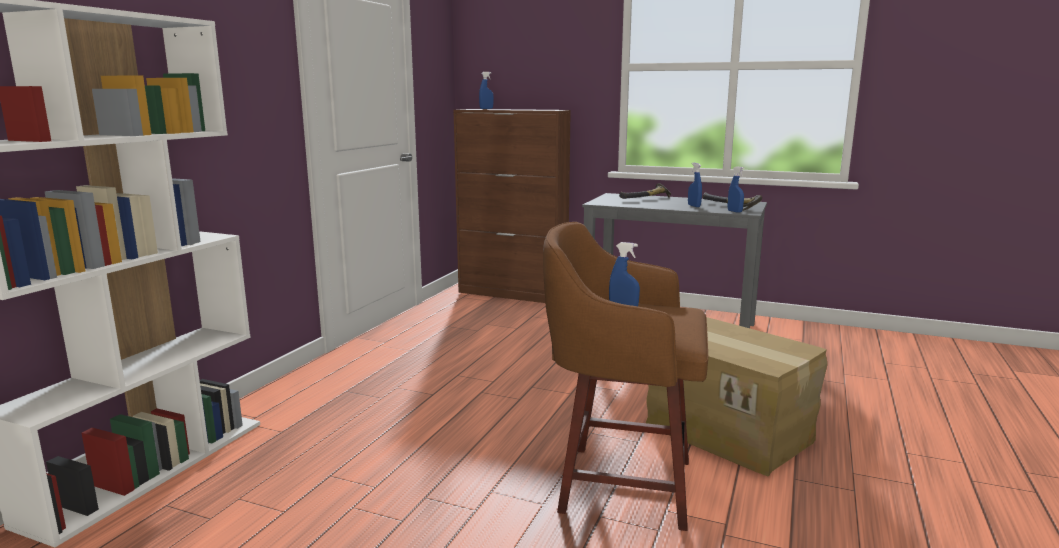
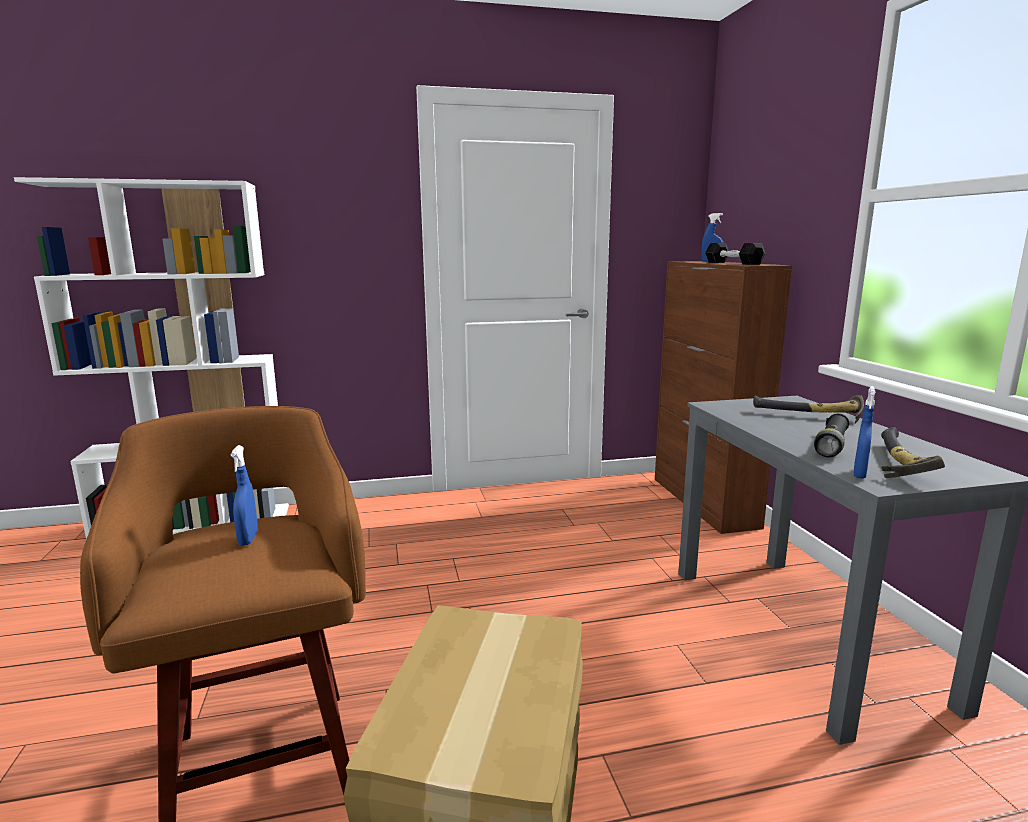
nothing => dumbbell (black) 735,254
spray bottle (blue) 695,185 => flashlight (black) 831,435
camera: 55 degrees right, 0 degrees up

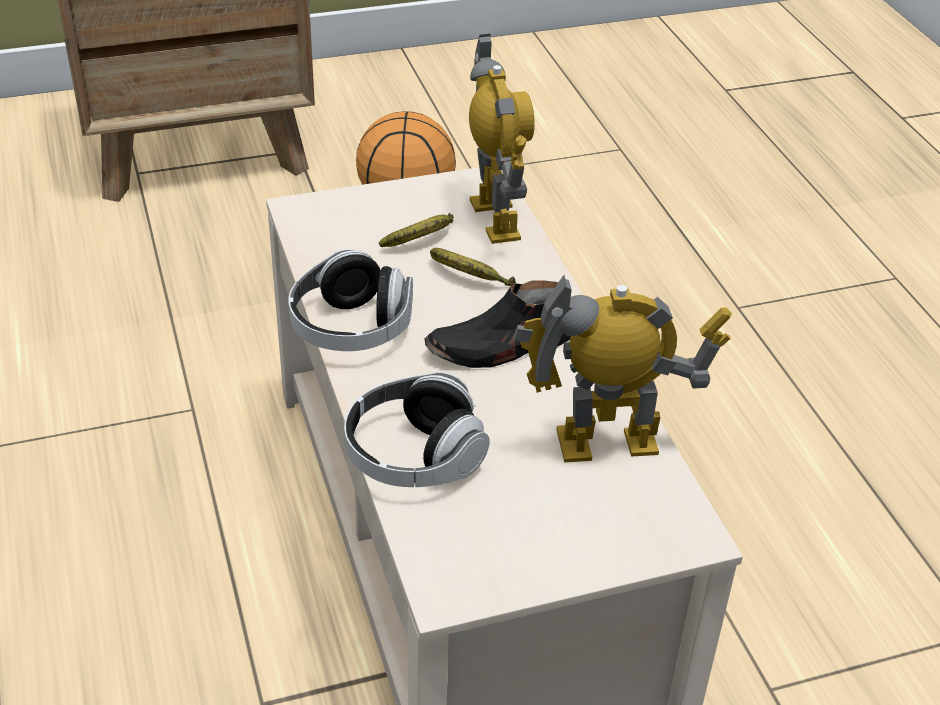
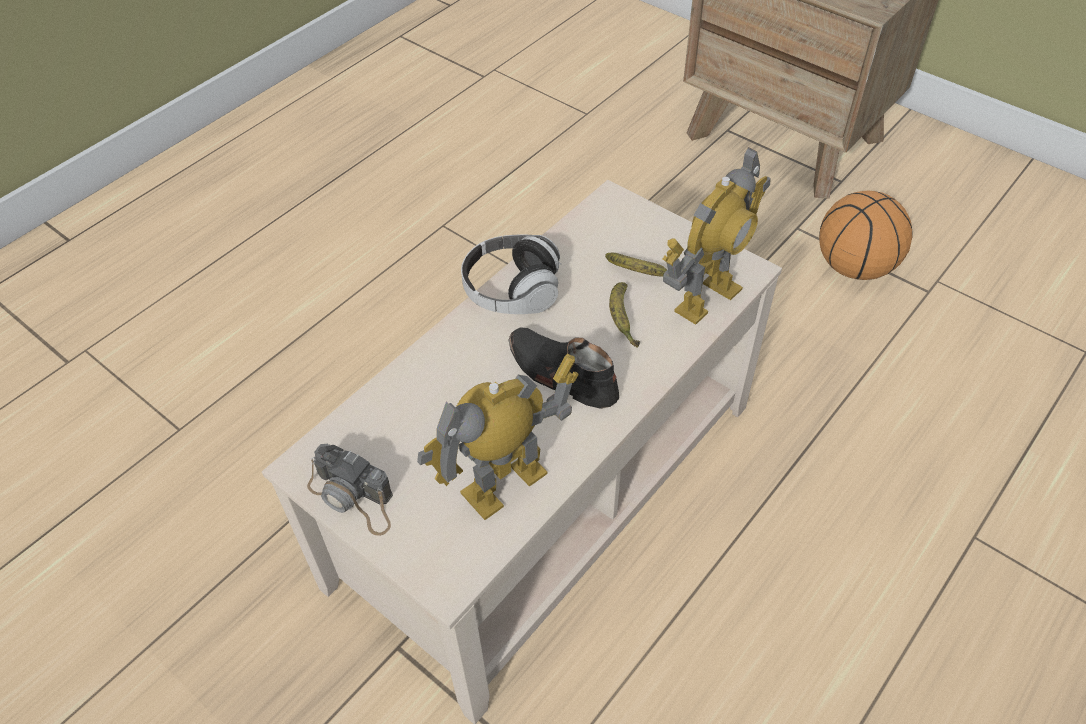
headphones 417,429 => nothing
nothing => photo camera 350,490
toy robot 622,369 => toy robot 498,437, 90 degrees counterclockwise
camera: 60 degrees right, 10 degrees up

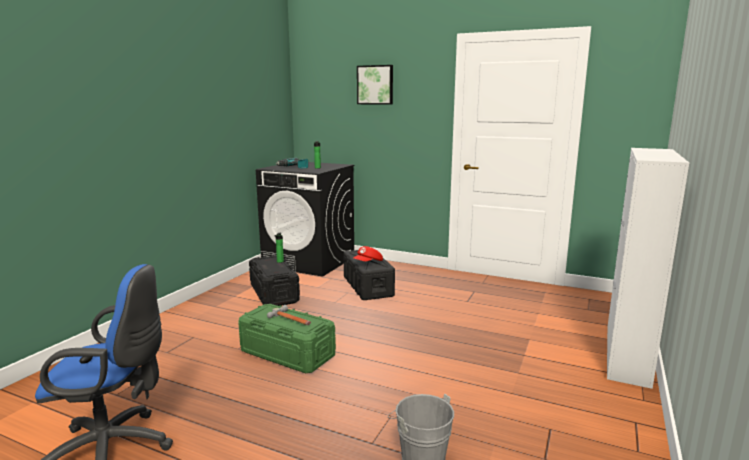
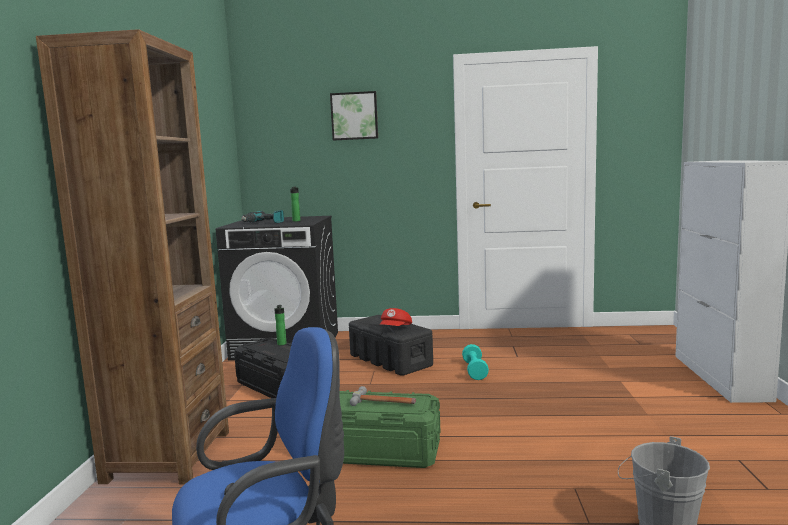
nothing => bookcase (brown) 132,257
nothing => dumbbell (turquoise) 475,362
camera: 20 degrees left, 5 degrees down

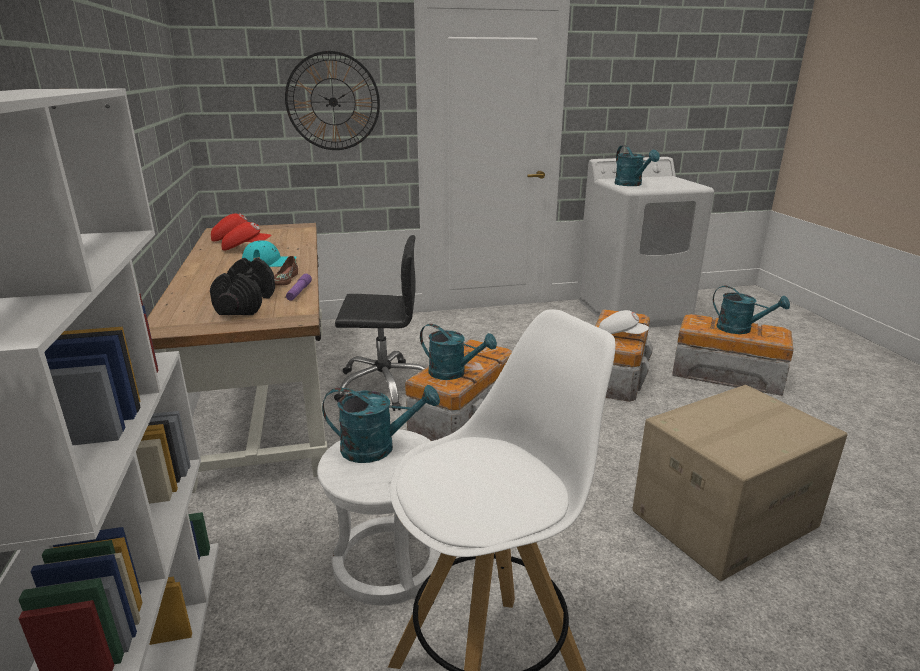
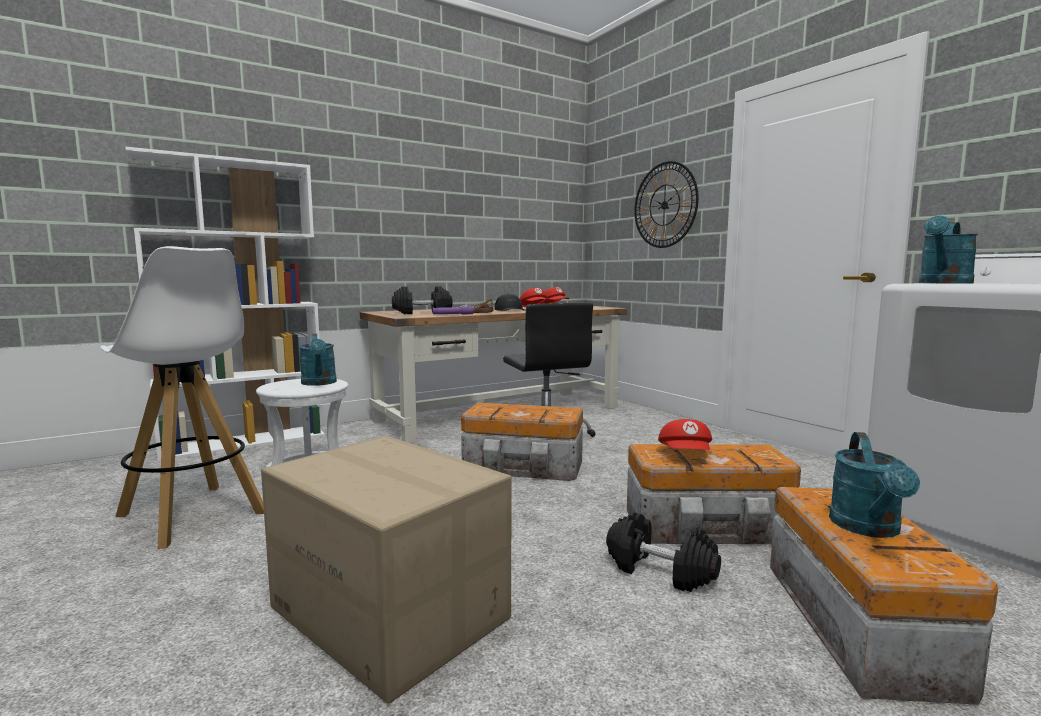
watering can (turquoise) 458,352 => nothing
nothing => dumbbell (black) 663,552
cap (turquoise) 269,254 => cap (black) 510,302
cap (white) 624,322 => cap (red) 685,434
camera: 70 degrees right, 15 degrees down

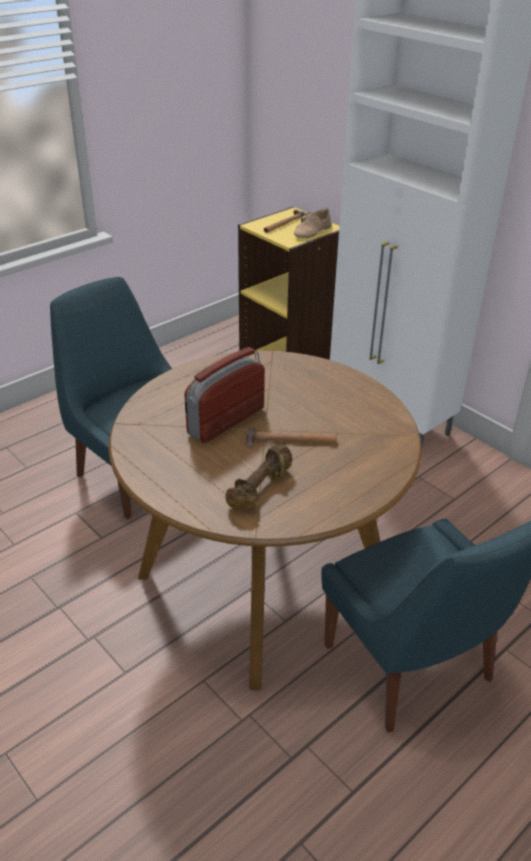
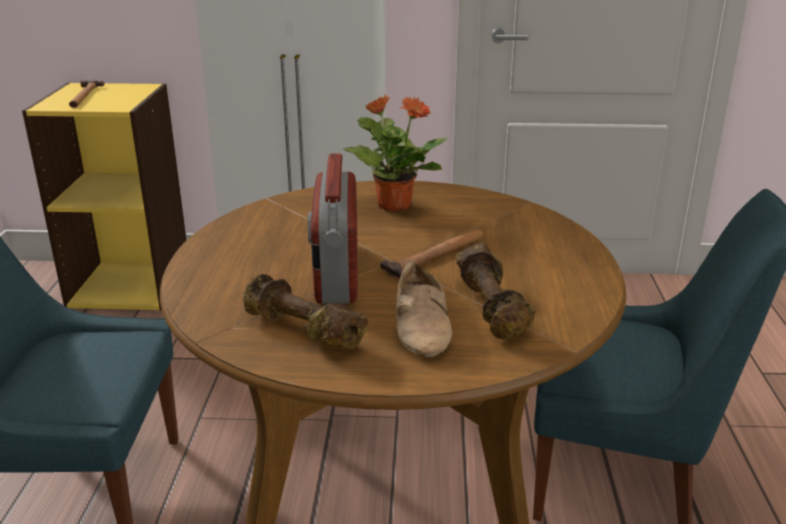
nothing => dumbbell (brown) 305,312
nothing => potted plant 396,153
shoe (beige) 313,223 => shoe (beige) 424,308, move
camera: 45 degrees left, 10 degrees down

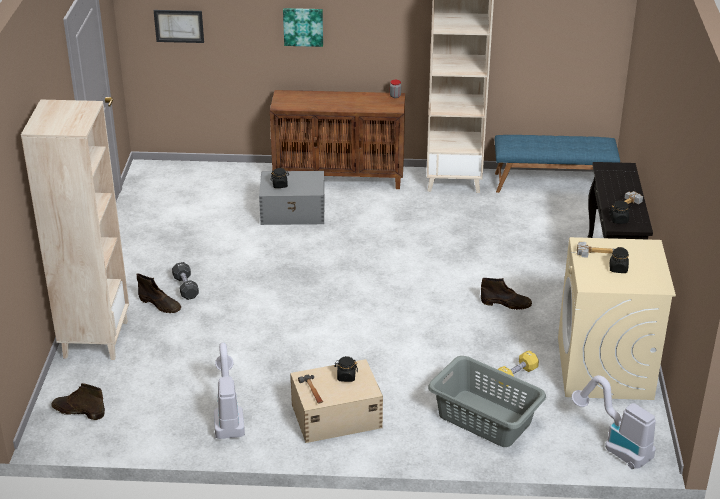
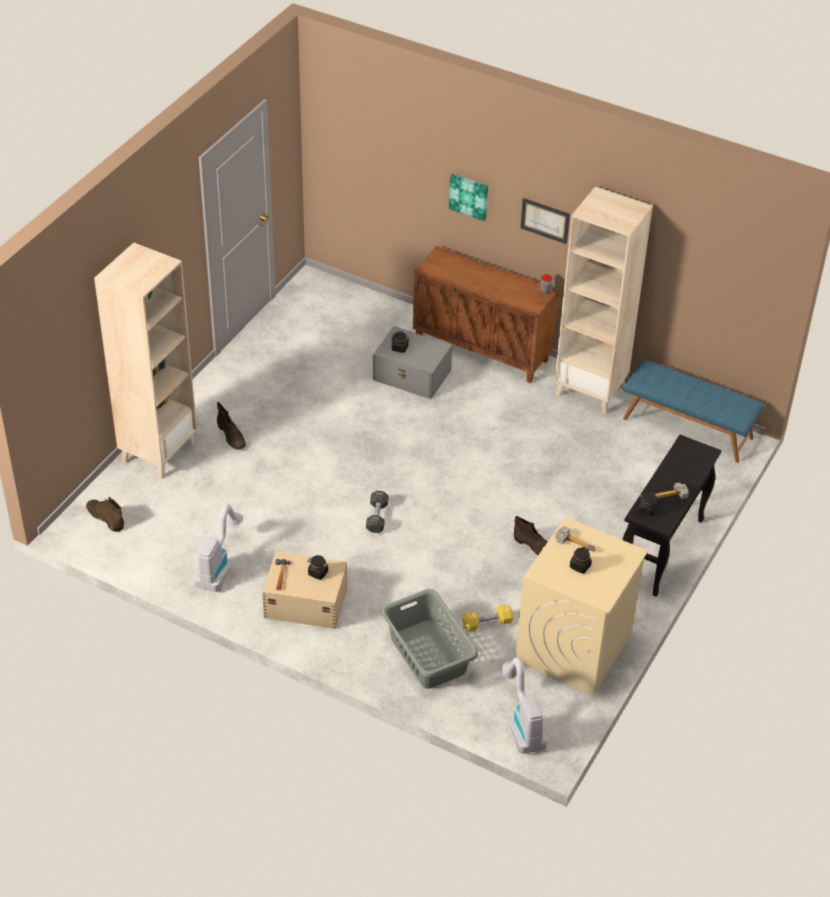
picture 178,26 => picture 545,221, move
dumbbell (black) 185,281 => dumbbell (black) 377,512, move
camera: 25 degrees right, 10 degrees up

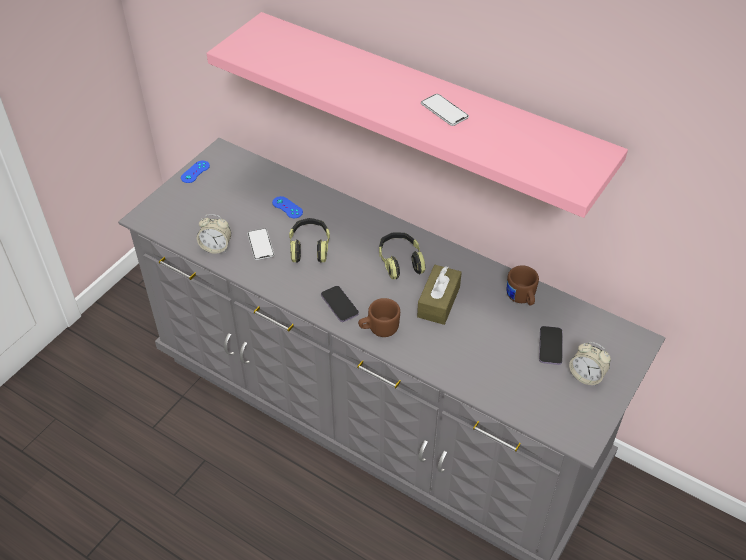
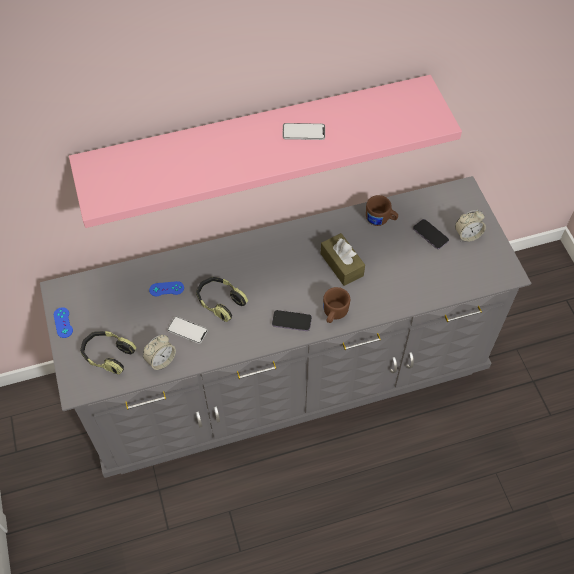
headphones 402,255 => headphones 108,353, move
camera: 50 degrees left, 10 degrees up

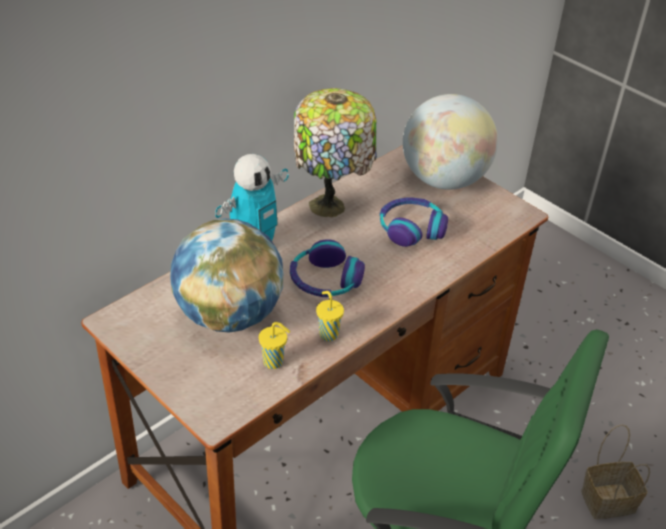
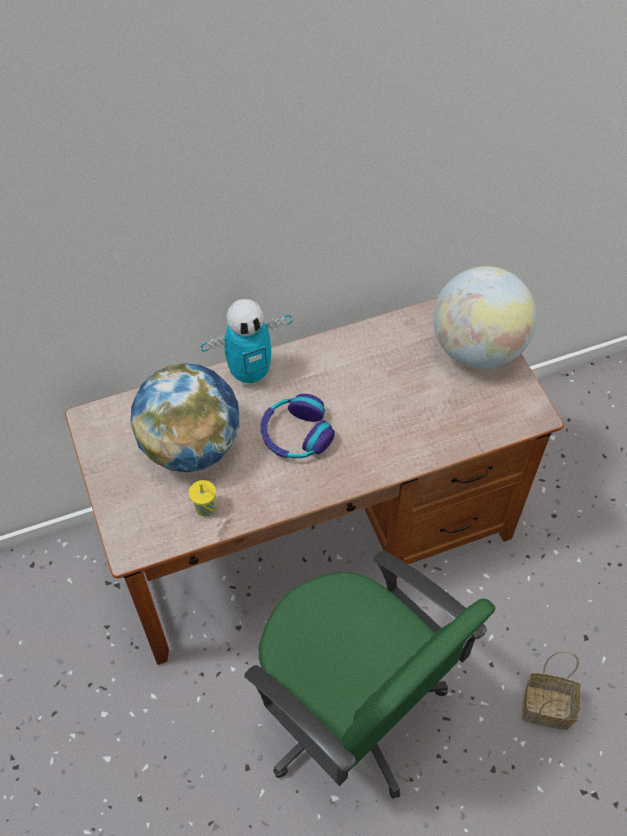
table lamp 335,152 => nothing
cup (yellow) 330,316 => nothing
headphones 414,222 => nothing
camera: 25 degrees right, 15 degrees up

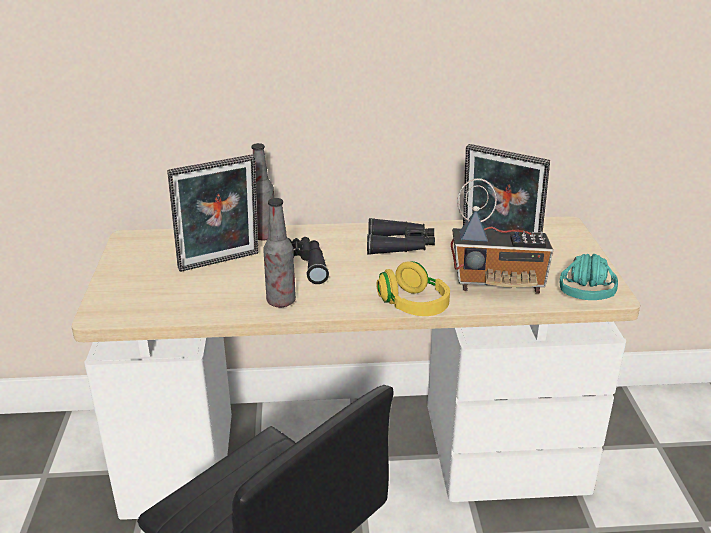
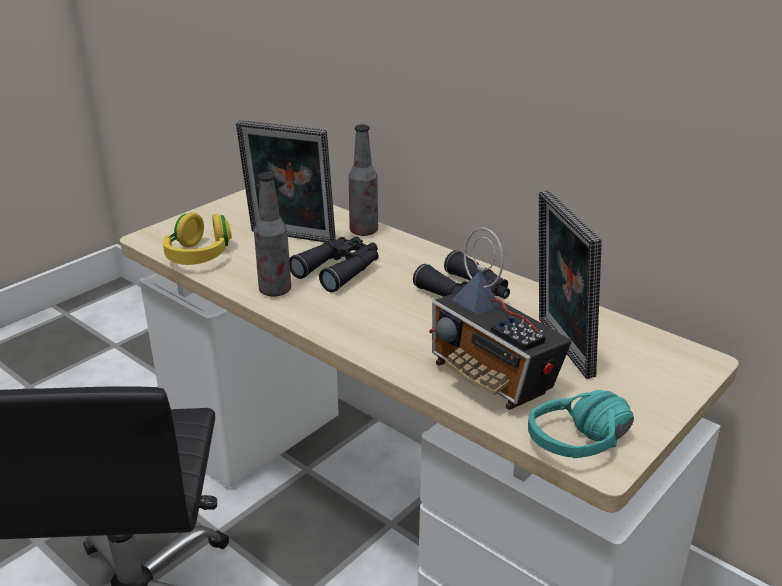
headphones (yellow) 413,288 => headphones (yellow) 197,238, move
camera: 45 degrees right, 0 degrees up

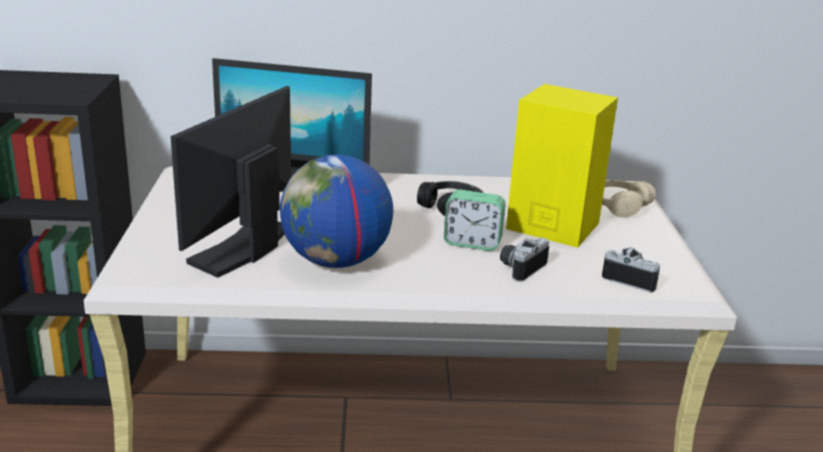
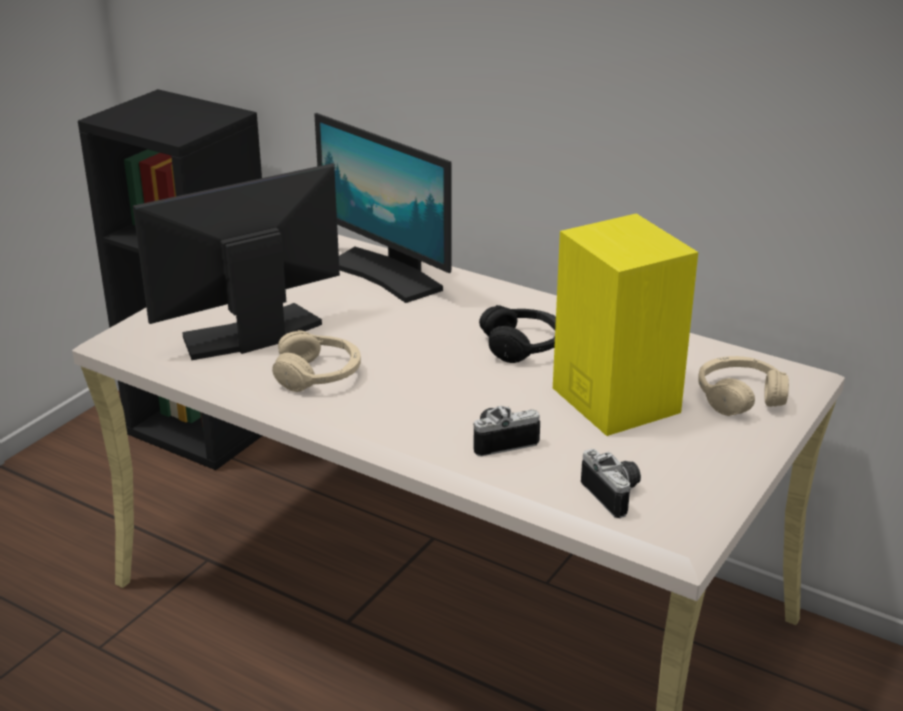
alarm clock 475,220 => nothing
globe 336,211 => headphones (beige) 316,361
camera: 35 degrees right, 5 degrees up

